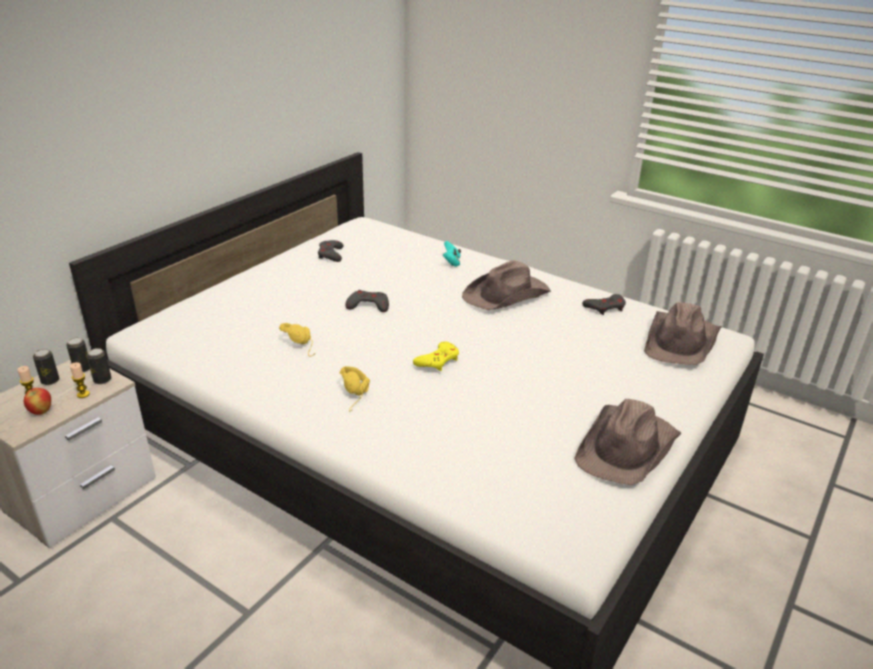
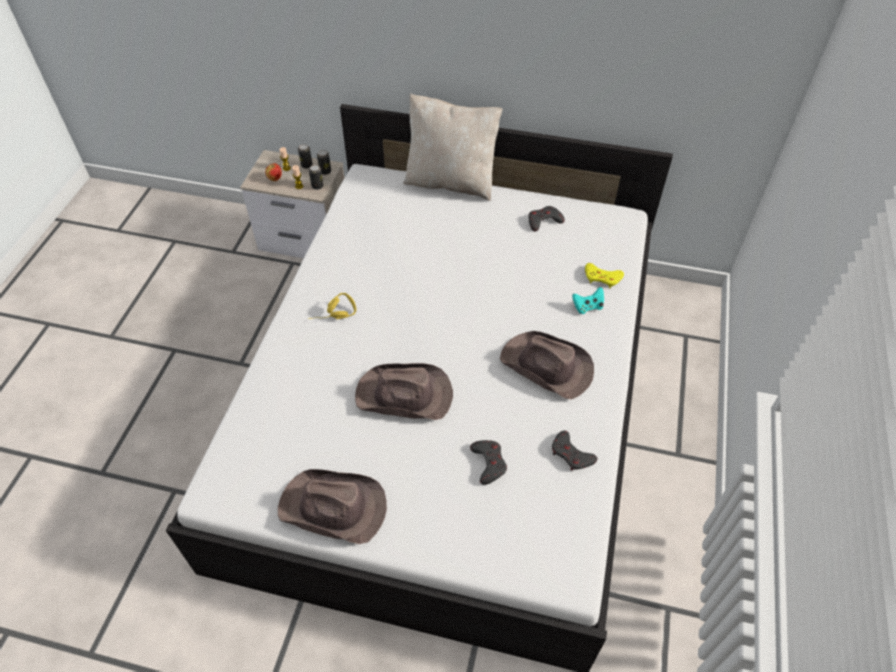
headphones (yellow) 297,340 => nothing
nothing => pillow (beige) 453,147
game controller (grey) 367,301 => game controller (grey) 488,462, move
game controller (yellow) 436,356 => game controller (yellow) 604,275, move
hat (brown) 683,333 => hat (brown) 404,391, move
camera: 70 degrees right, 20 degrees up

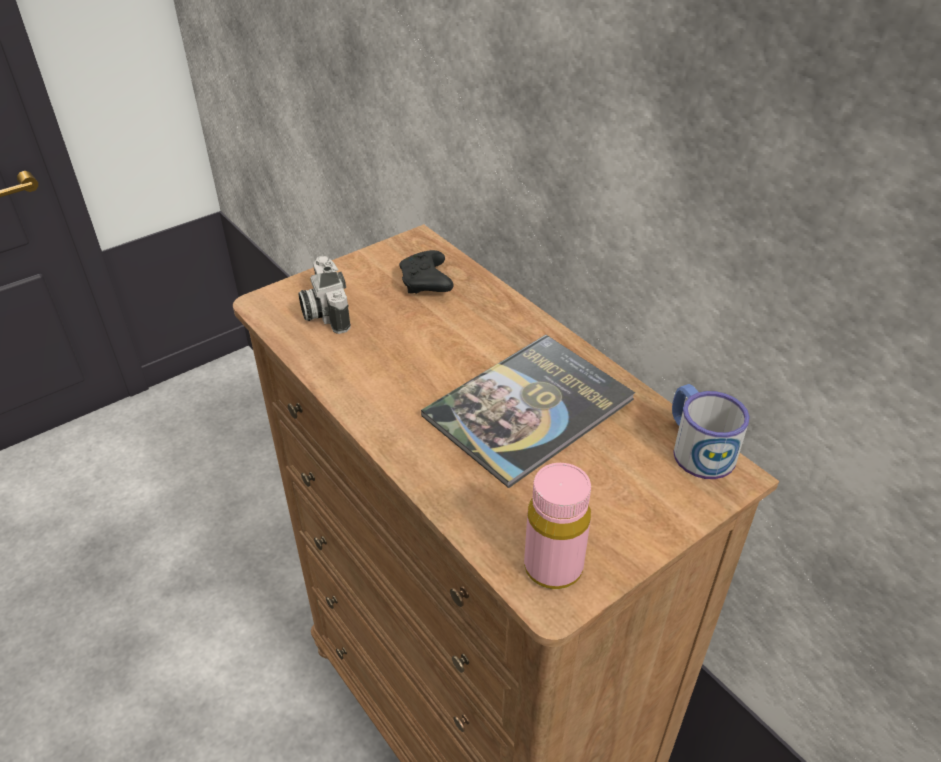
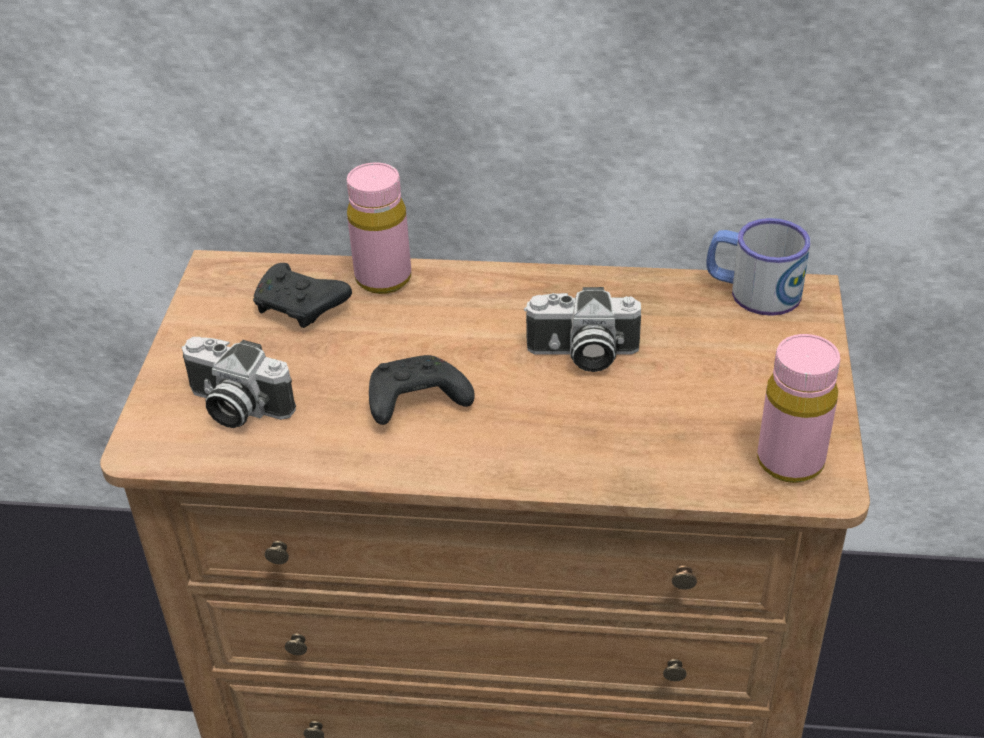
nothing => bottle (pink) 379,228
nothing => game controller (black) 422,390
book 528,411 => photo camera 582,329
camera: 45 degrees left, 0 degrees up

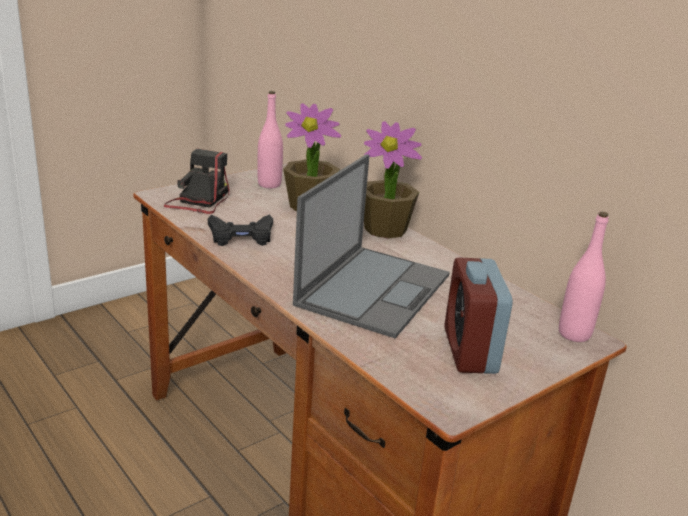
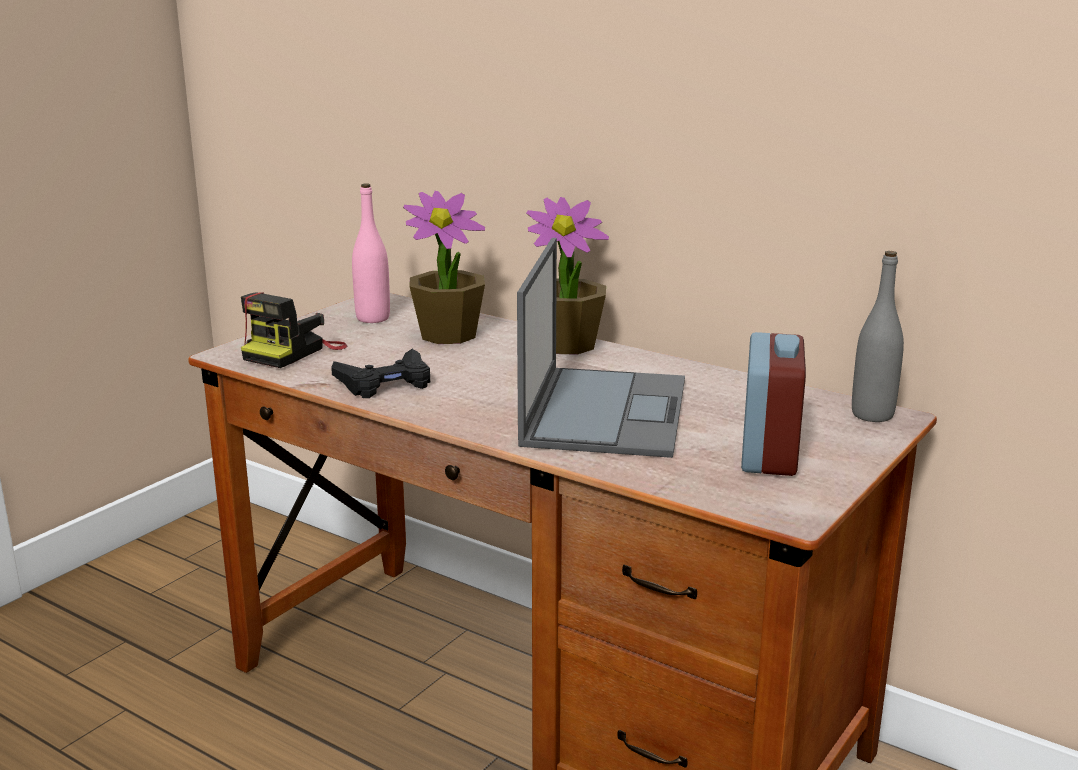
bottle (pink) 584,277 => bottle (grey) 878,336
photo camera 197,181 => photo camera 294,330, 150 degrees counterclockwise
alarm clock 479,315 => alarm clock 773,404, 150 degrees counterclockwise
camera: 15 degrees left, 5 degrees down

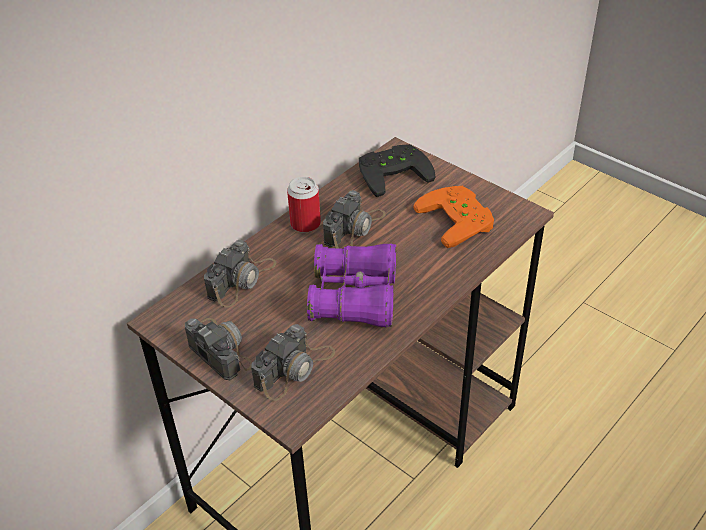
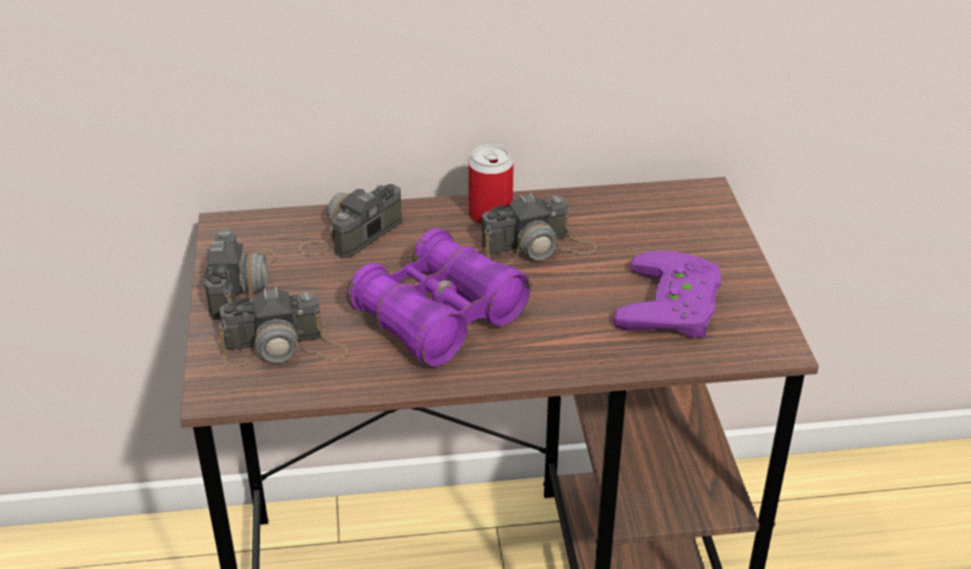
game controller (black) 397,170 => nothing
game controller (orange) 453,217 => game controller (purple) 667,295
photo camera 240,274 => photo camera 350,221, 150 degrees clockwise
camera: 40 degrees right, 5 degrees down

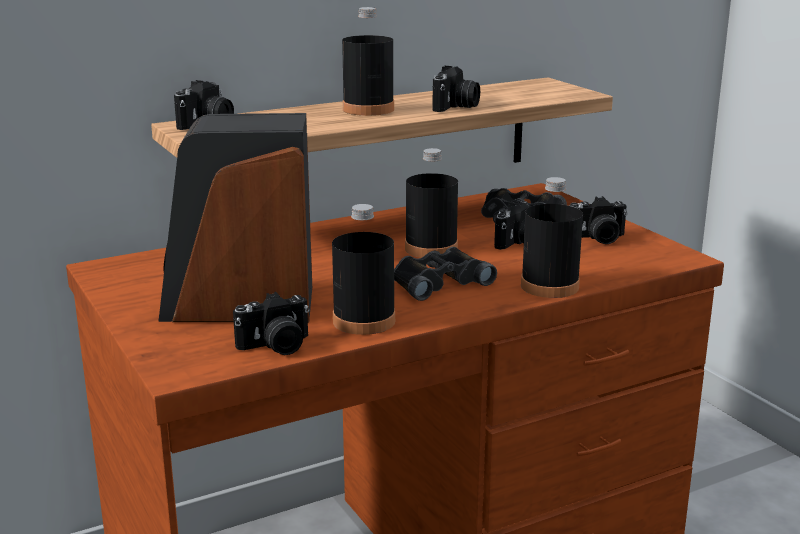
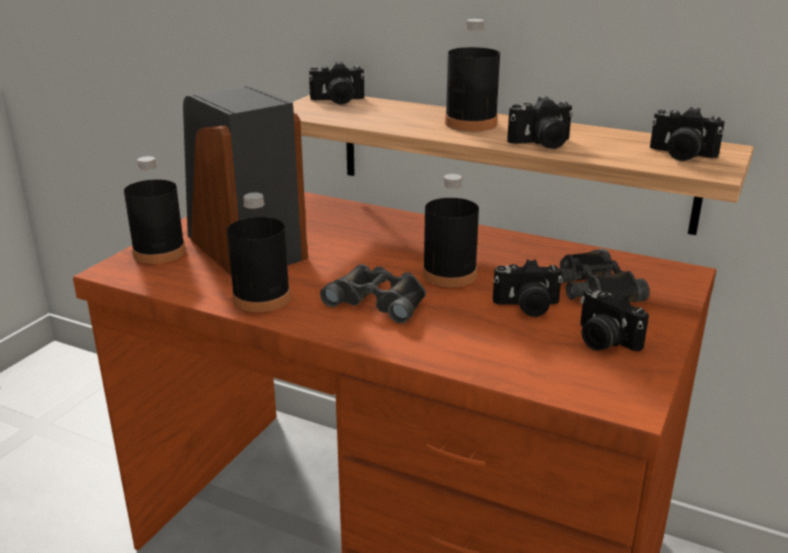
photo camera 271,323 => photo camera 687,134, move
bottle (black) 552,237 => bottle (black) 155,210, move
camera: 55 degrees right, 5 degrees up

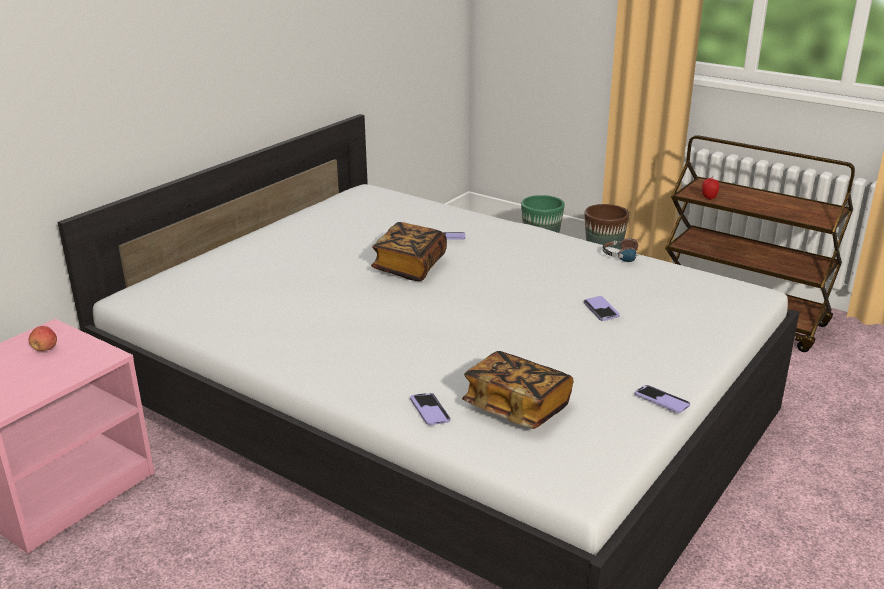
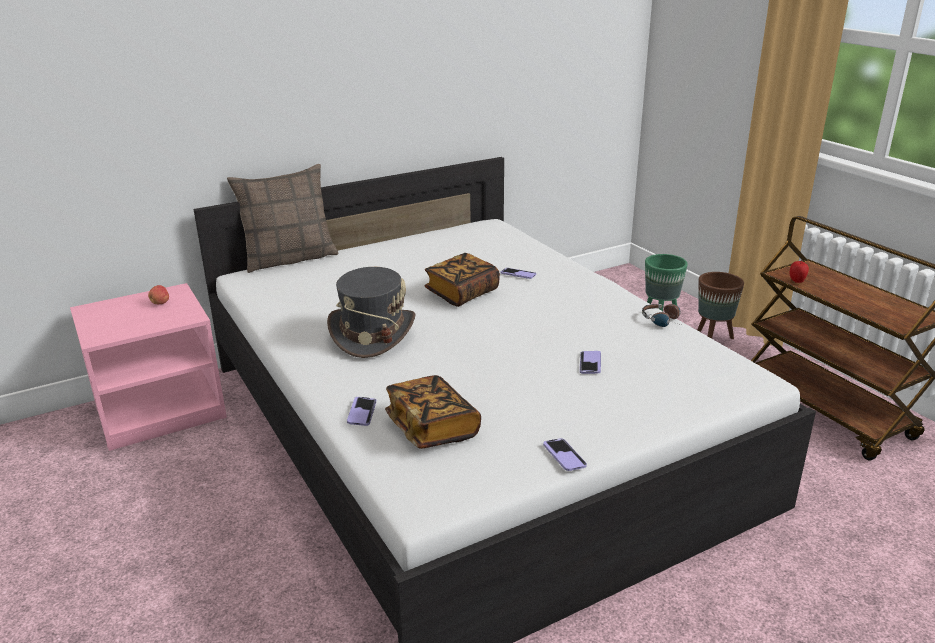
nothing => pillow 283,218
nothing => hat (grey) 371,312
camera: 25 degrees right, 0 degrees up

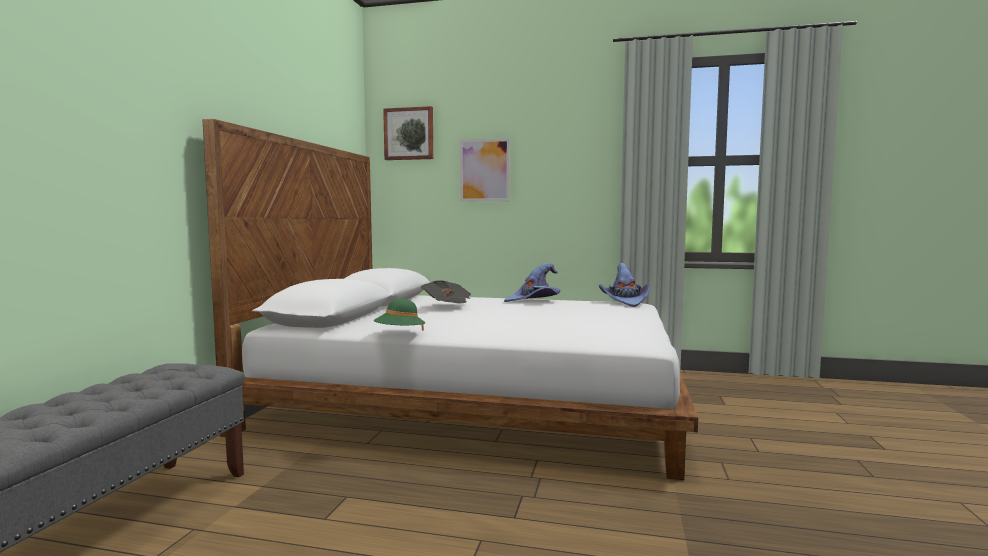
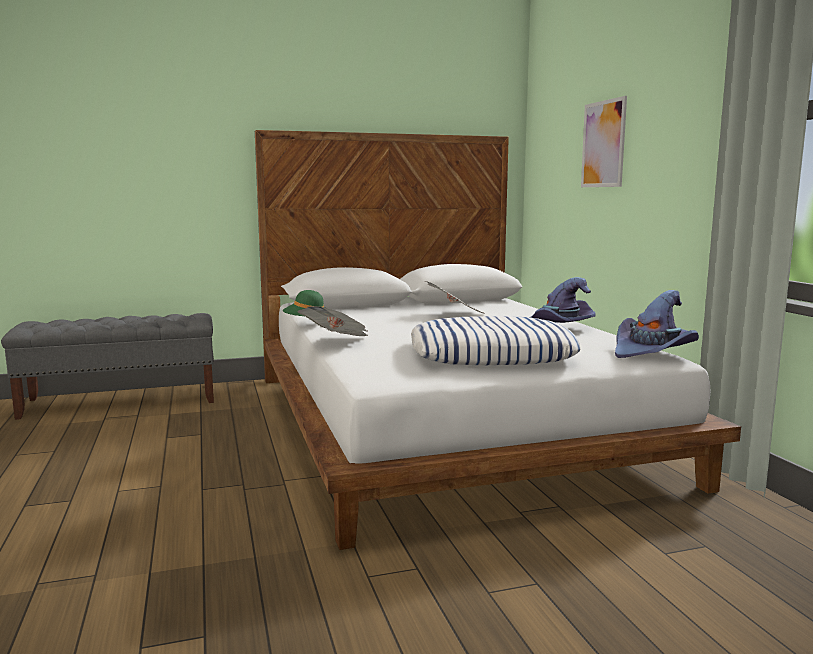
picture 408,133 => nothing
nothing => newspaper 332,321
nothing => pillow 496,341
camera: 60 degrees right, 5 degrees up

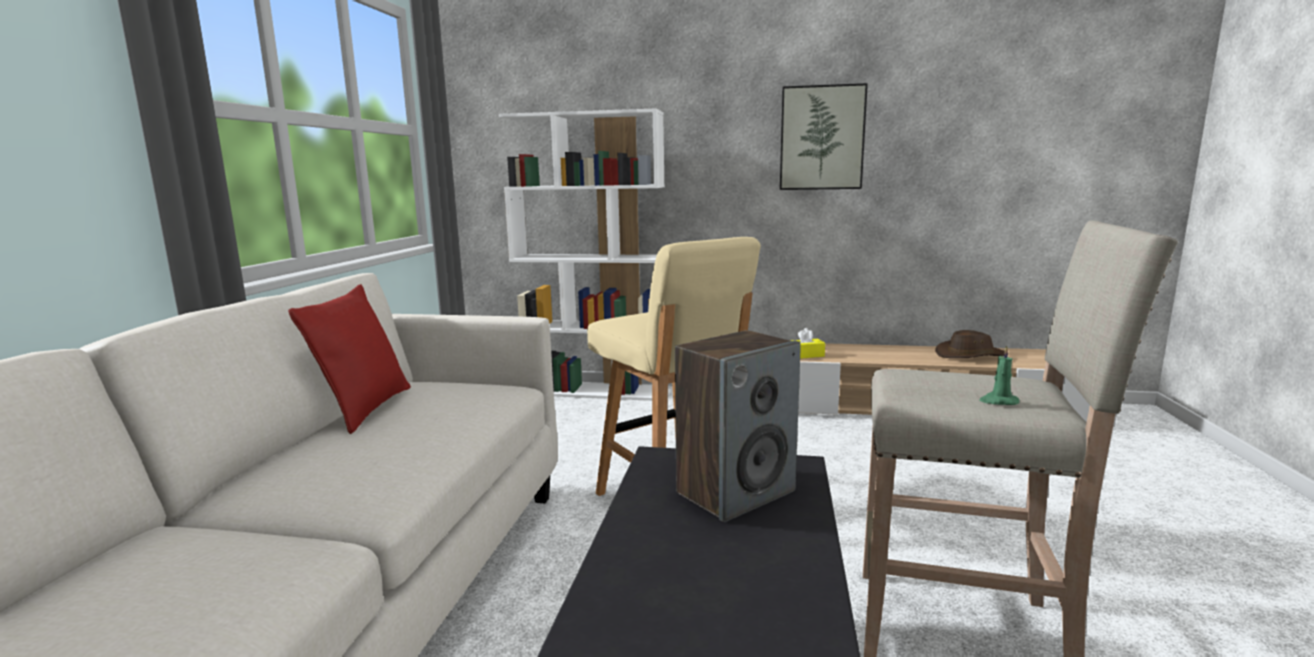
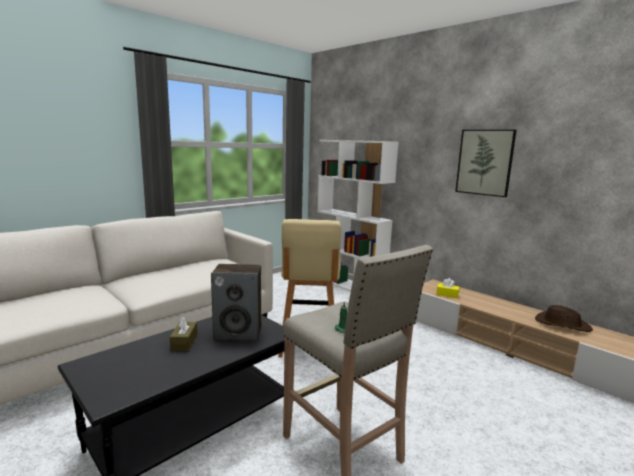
pillow (red) 349,359 => nothing
nothing => tissue box (brown) 183,333
camera: 35 degrees right, 0 degrees up

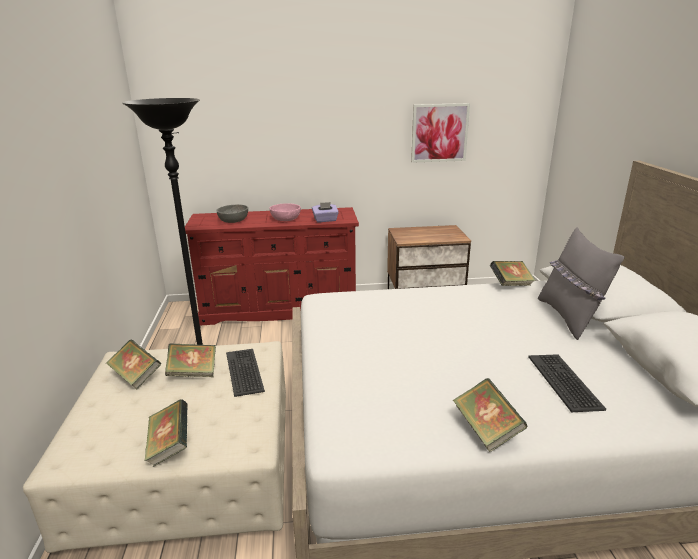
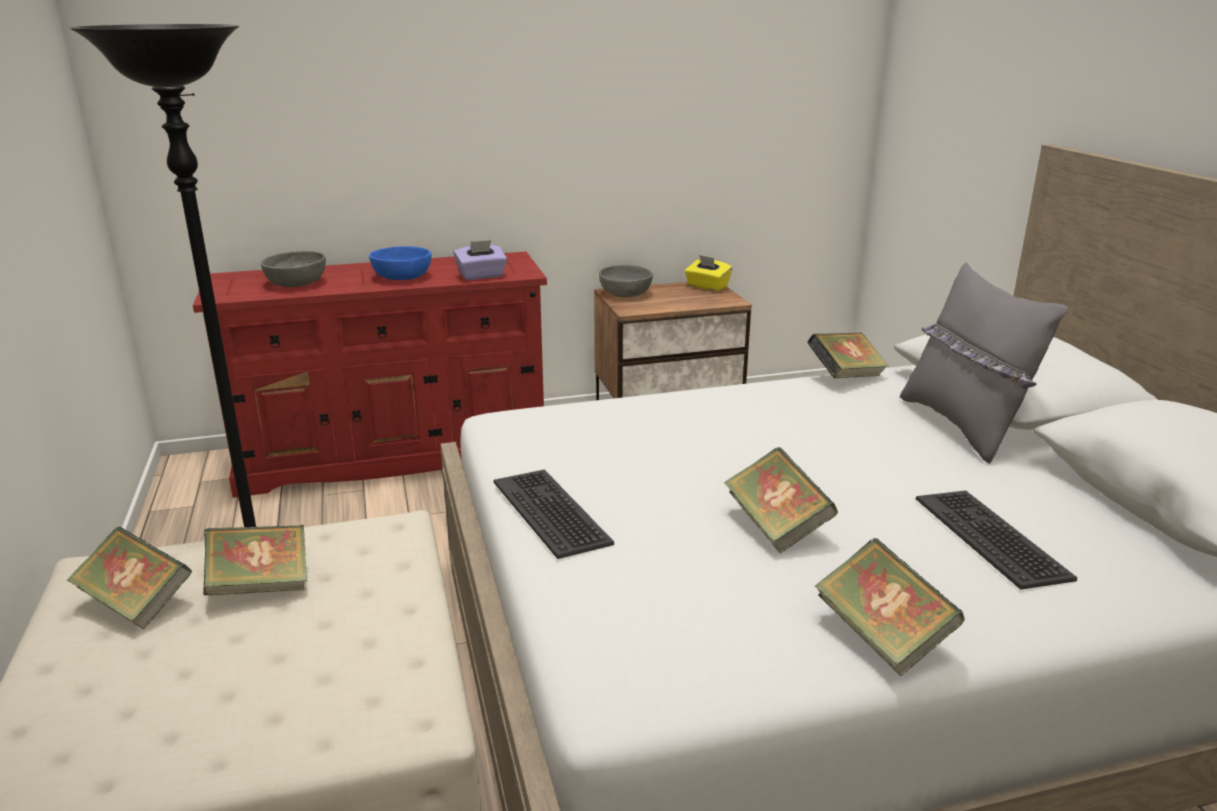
picture 440,133 => nothing
nothing => bowl (grey) 626,281
nothing => tissue box (yellow) 708,273
book 166,433 => book 781,500, move
keyboard 245,373 => keyboard 553,514, move
bowl (pink) 285,212 => bowl (blue) 400,263
camera: 10 degrees left, 0 degrees up

